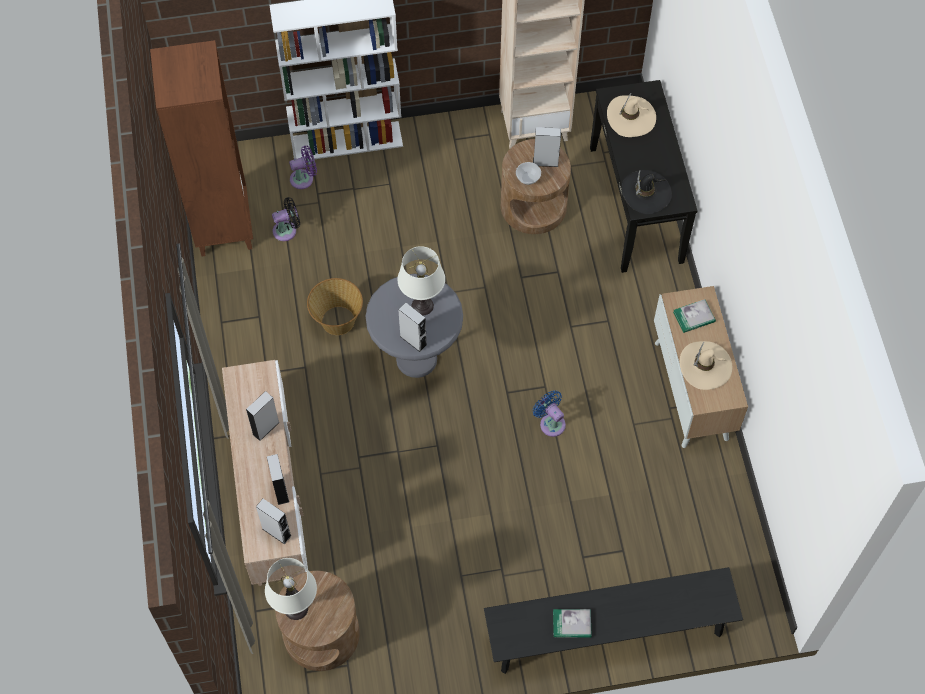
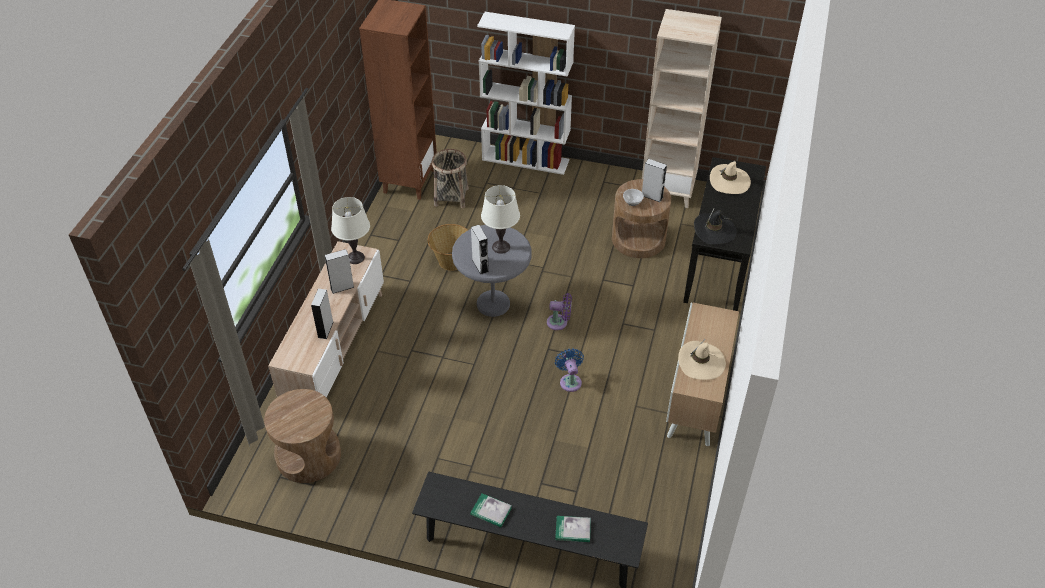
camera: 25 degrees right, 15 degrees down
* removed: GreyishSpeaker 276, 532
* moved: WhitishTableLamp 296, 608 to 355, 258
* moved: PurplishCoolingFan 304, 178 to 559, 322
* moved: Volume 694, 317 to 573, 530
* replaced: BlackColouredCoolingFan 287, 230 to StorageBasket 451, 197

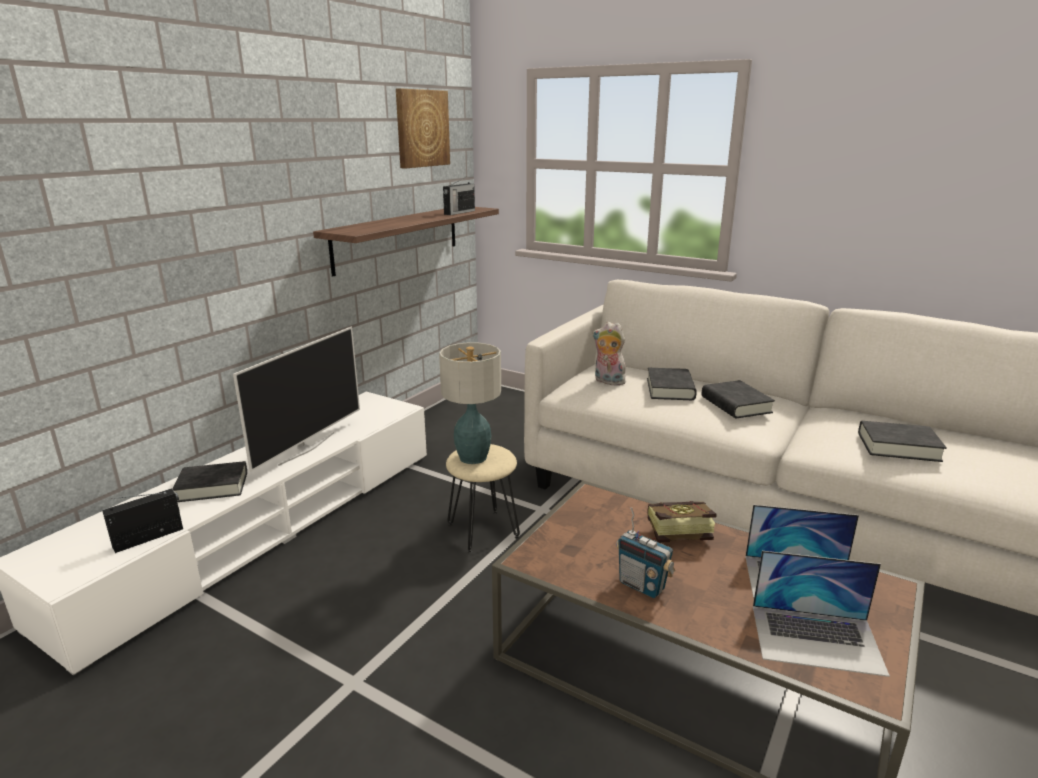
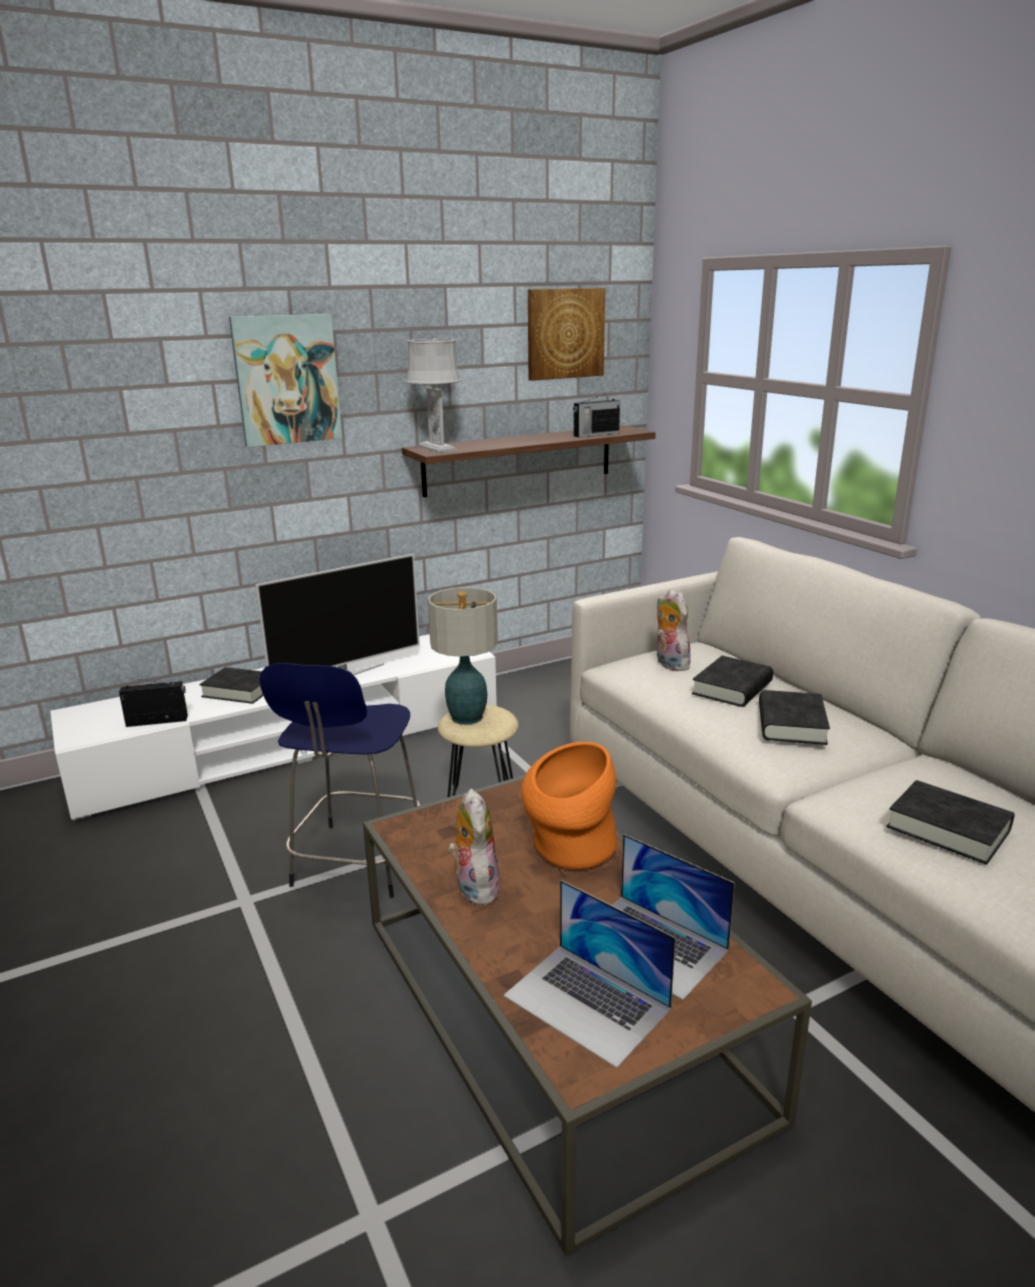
camera: 30 degrees right, 0 degrees up
* added: WallPicture 287, 379
* added: BluishStool 357, 863
* added: GreyishTableLamp 436, 448
* replaced: RadioSet 642, 585 to SoftToy 474, 887
* replaced: Volume 671, 535 to OrangeColouredDecorativeVase 568, 850

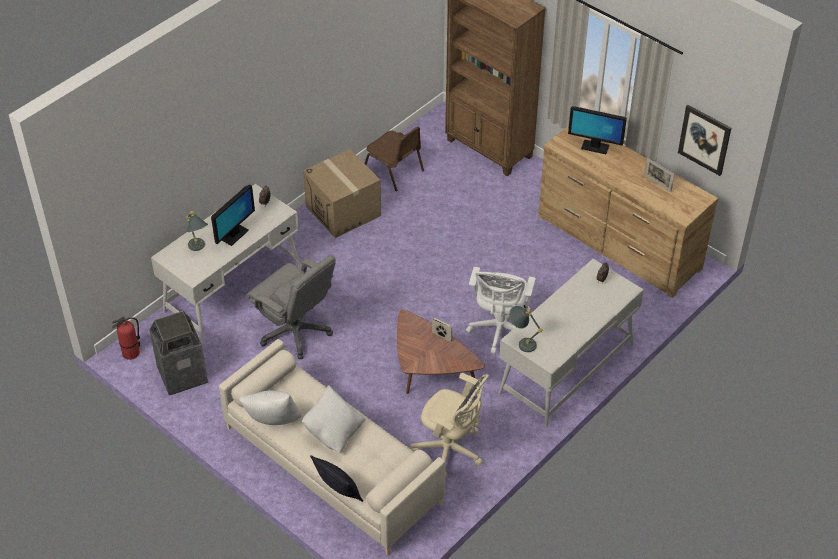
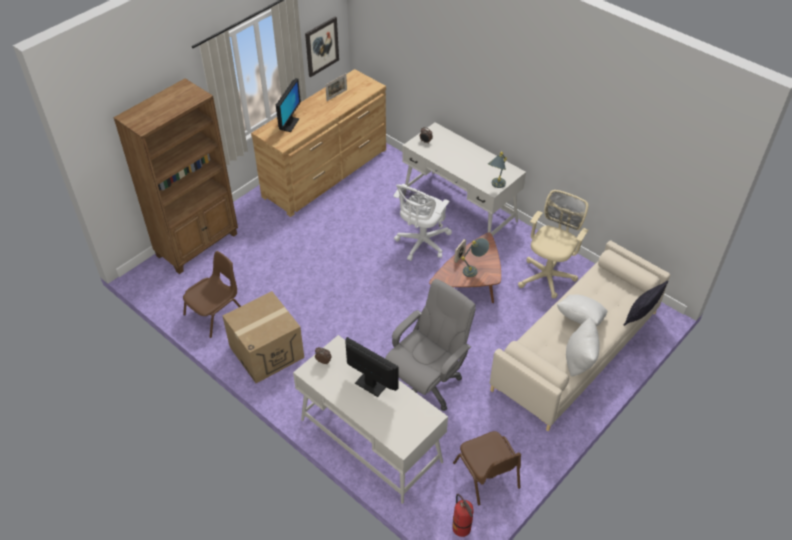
camera: 90 degrees left, 0 degrees up
* moved: GreyishTableLamp 199, 249 to 474, 269
* replaced: RubbishBin 182, 375 to BrownishPlainChair 487, 476
* turned: WhitishDeskChair 499, 330 = 421, 244 105 degrees clockwise

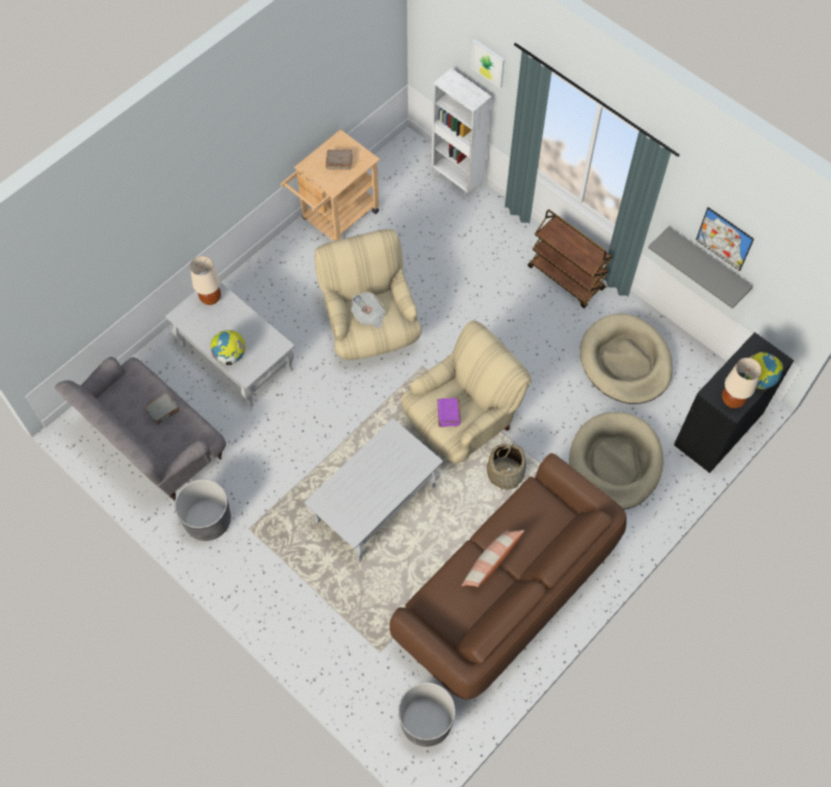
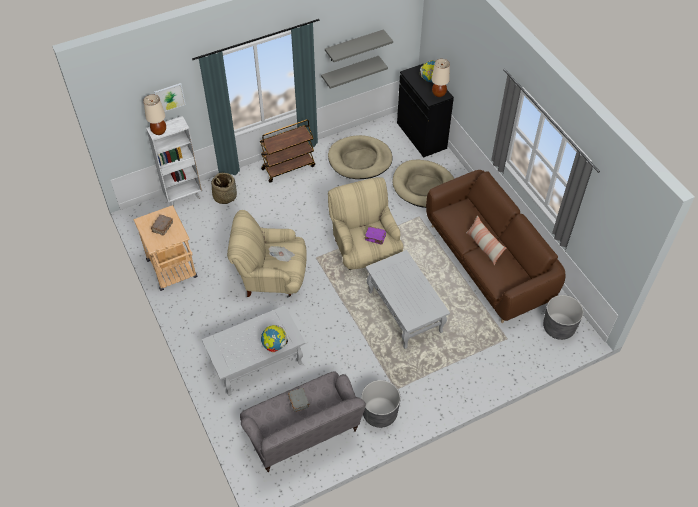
camera: 70 degrees left, 10 degrees down
* moved: BeigeColouredTableLamp 211, 298 to 159, 131
* moved: StorageBasket 505, 473 to 225, 196
* replaced: WallPicture 724, 239 to GreyishWallShelf 354, 45

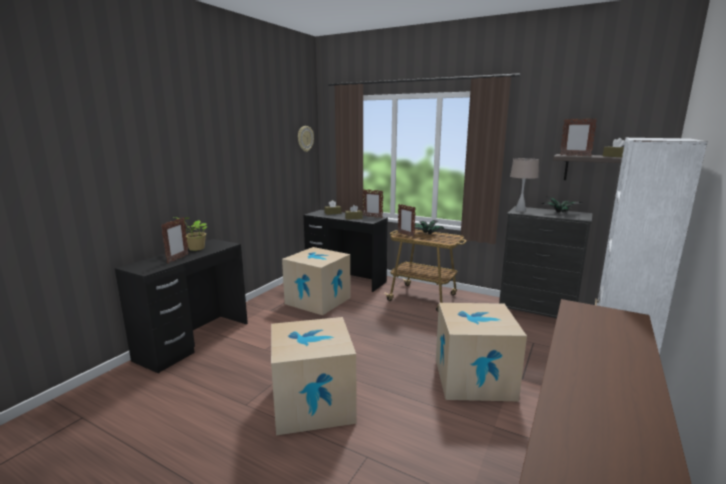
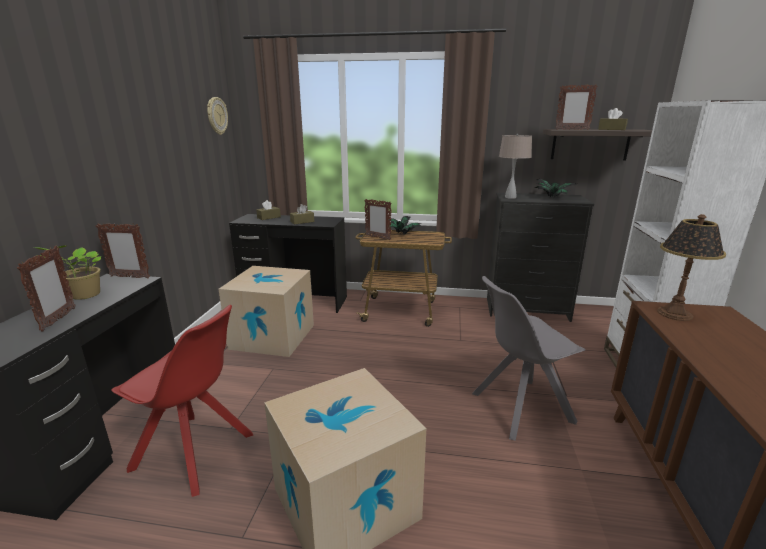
camera: 20 degrees left, 5 degrees up
* added: ReddishPlainChair 196, 453
* added: TableLamp 674, 314
* moved: StandingFrame 372, 217 to 129, 277
* replaced: PackingBox 473, 378 to GreyishPlainChair 518, 408

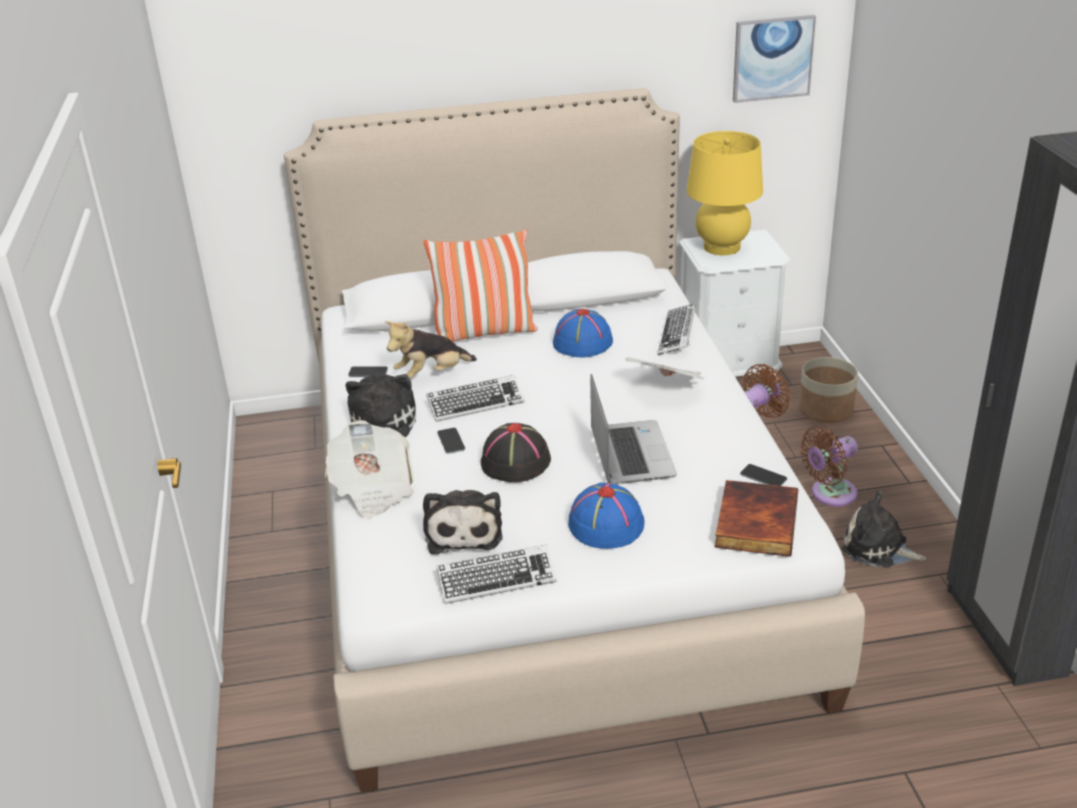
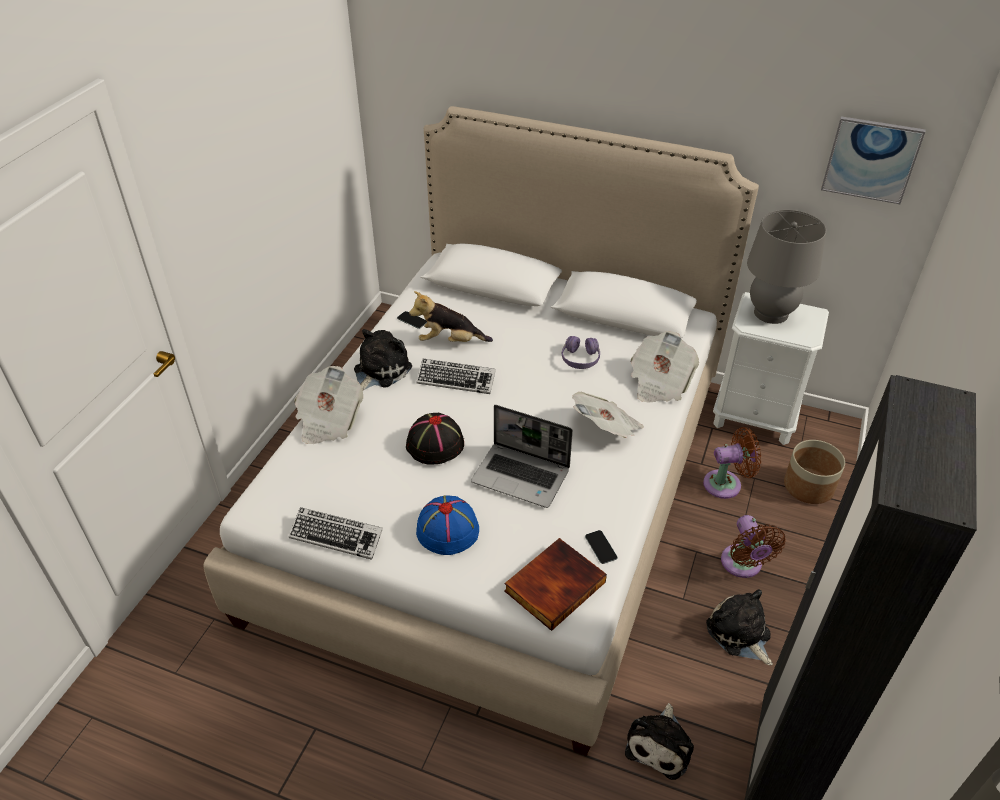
camera: 30 degrees right, 10 degrees up
* removed: ThrowPillow 484, 333
* removed: Phone 451, 441
* moved: SoftToy 463, 531 to 660, 744
* replaced: BluishWearableHat 582, 343 to PurplishPairOfHeadphones 580, 359
* replaced: Keyboard 677, 335 to PrintedPaper 659, 382
* recoloured: YellowColouredTableLamp 722, 247 to GreyishTableLamp 771, 313
* turned: Laptop 630, 454 = 522, 476 90 degrees clockwise
* turned: BrownishCoolingFan 829, 494 = 743, 565 105 degrees counterclockwise

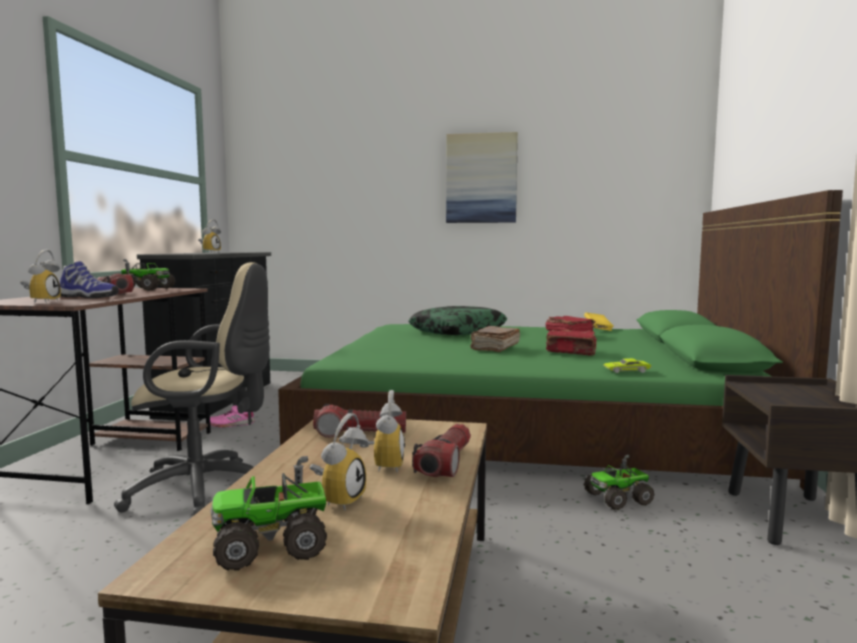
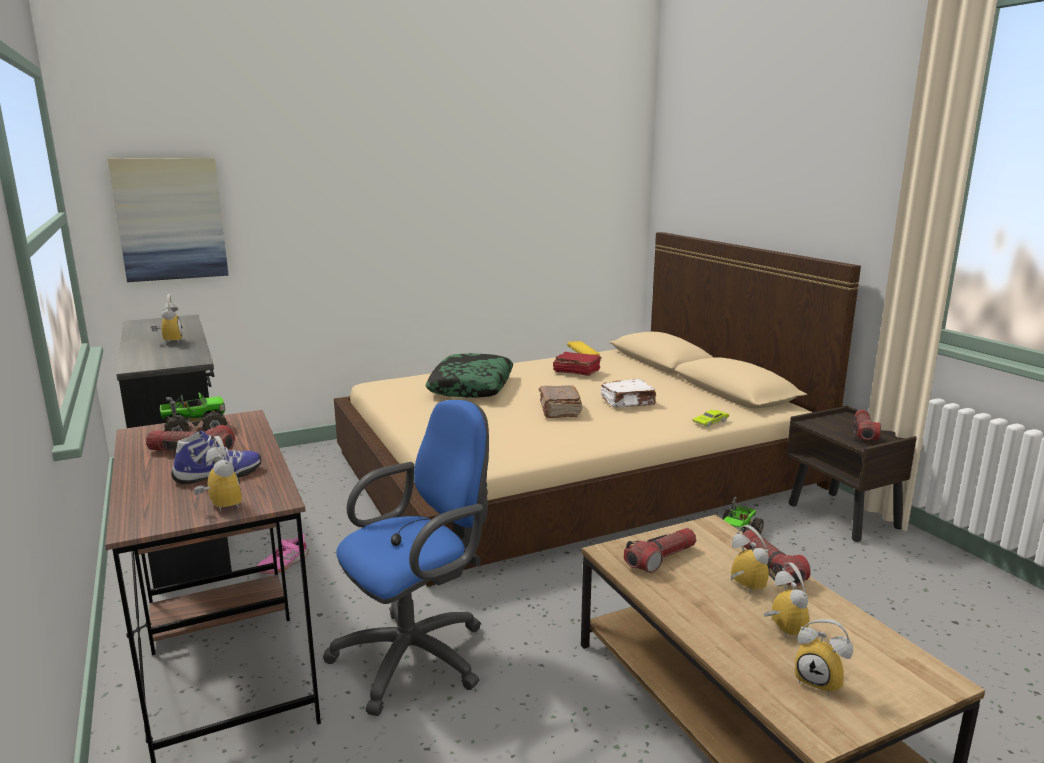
camera: 35 degrees left, 10 degrees up
* added: Torch 863, 432
* moved: WallPicture 481, 178 to 170, 219
* replaced: ToyLorry 272, 543 to TableClock 821, 681
* recoloured: BeigeColouredDeskChair 207, 491 to BluishDeskChair 418, 655
* recoloured: GreenishBed 530, 421 to BeigeColouredBed 572, 469
* recoloured: ReddishVolume 571, 352 to WhitishVolume 628, 403

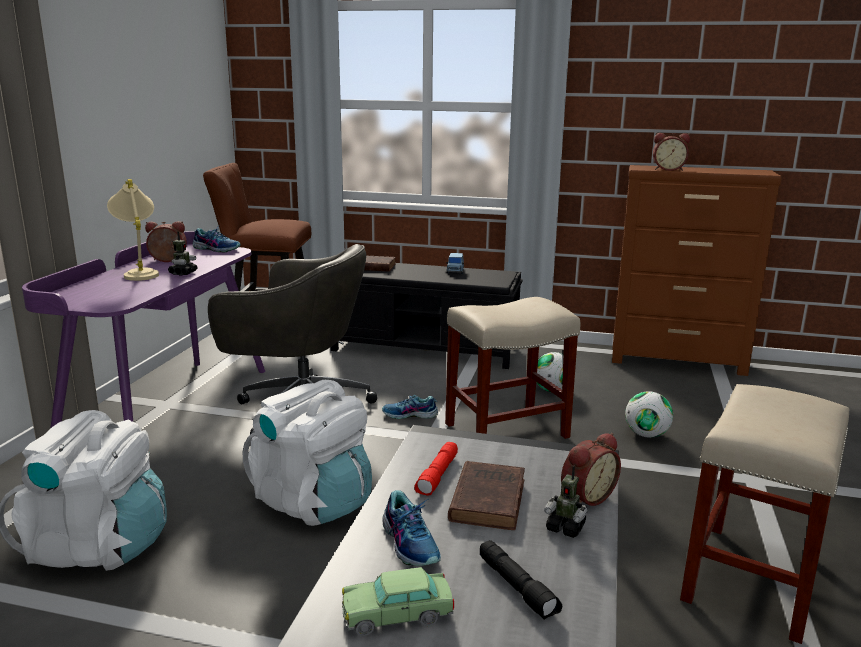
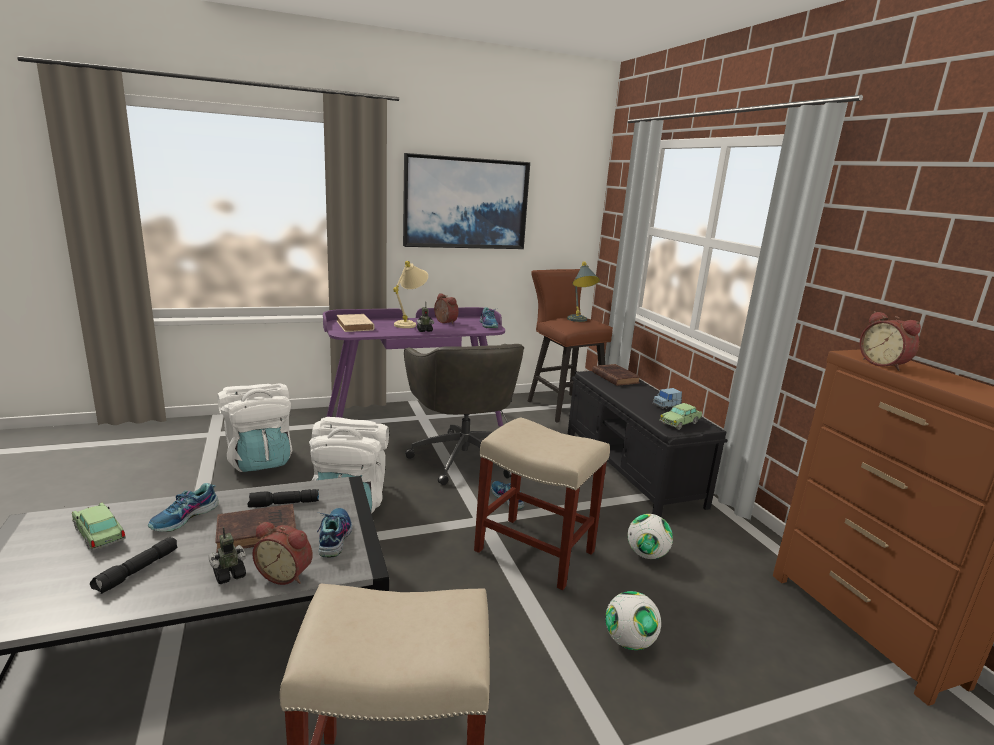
camera: 55 degrees right, 0 degrees up
* added: ItemOfFootwear 334, 537
* added: BeigeColouredVolume 355, 326
* added: WallPicture 466, 203
* added: GreyishTableLamp 579, 321
* added: ModelCar 680, 423
* recoloured: ReddishTorch 438, 476 to BlackColouredTorch 283, 504
* turned: RobotFigure 565, 527 = 229, 574 60 degrees clockwise

